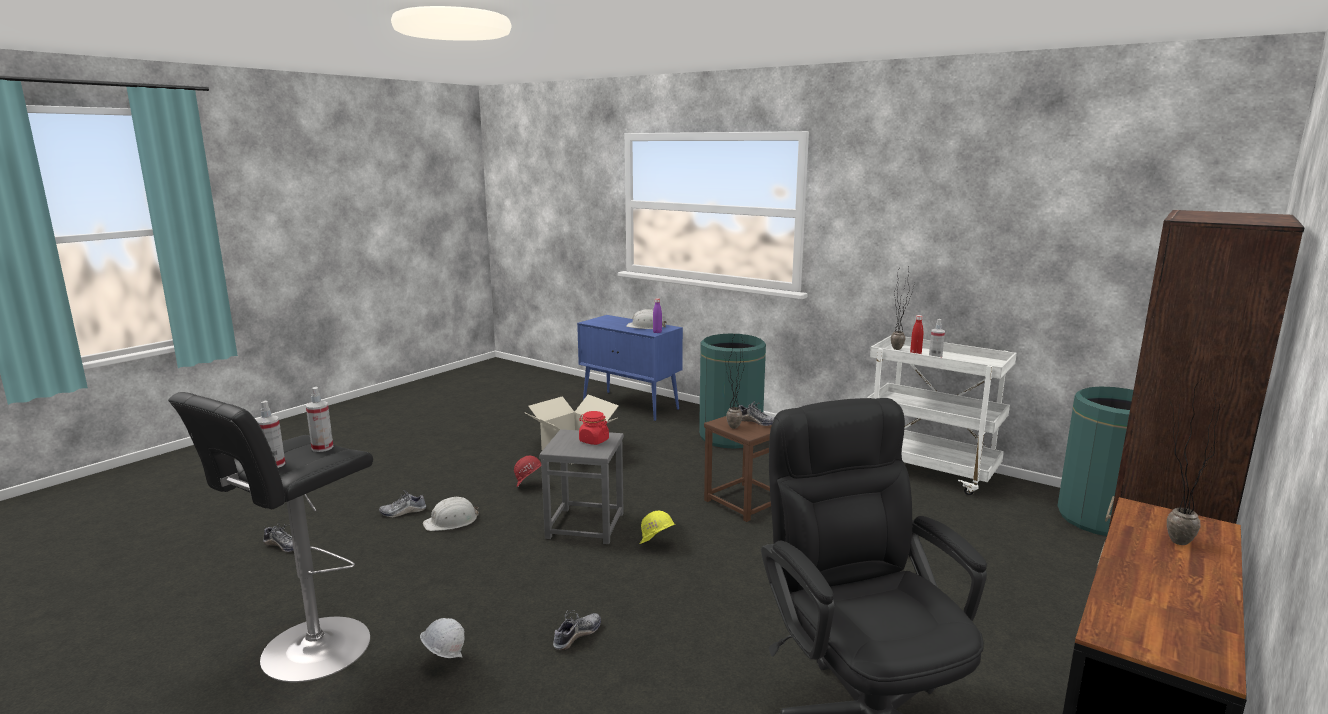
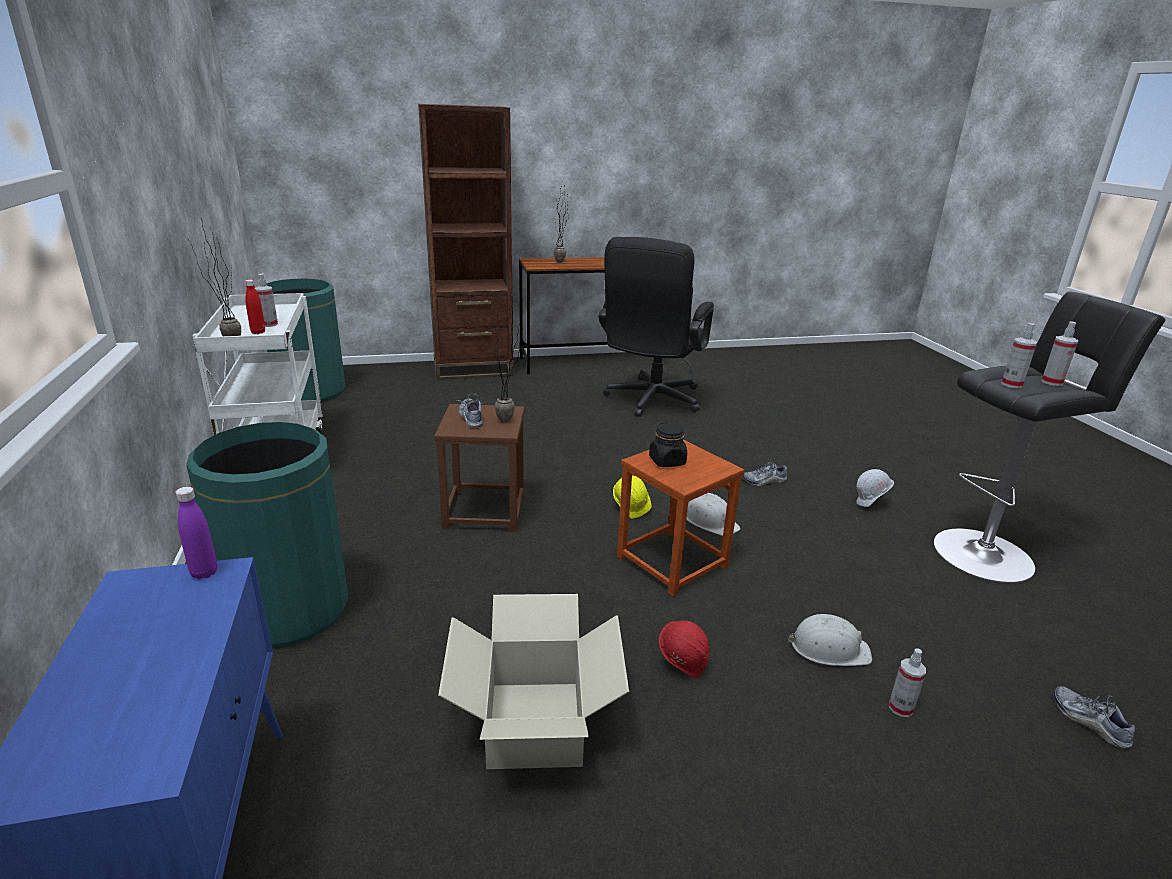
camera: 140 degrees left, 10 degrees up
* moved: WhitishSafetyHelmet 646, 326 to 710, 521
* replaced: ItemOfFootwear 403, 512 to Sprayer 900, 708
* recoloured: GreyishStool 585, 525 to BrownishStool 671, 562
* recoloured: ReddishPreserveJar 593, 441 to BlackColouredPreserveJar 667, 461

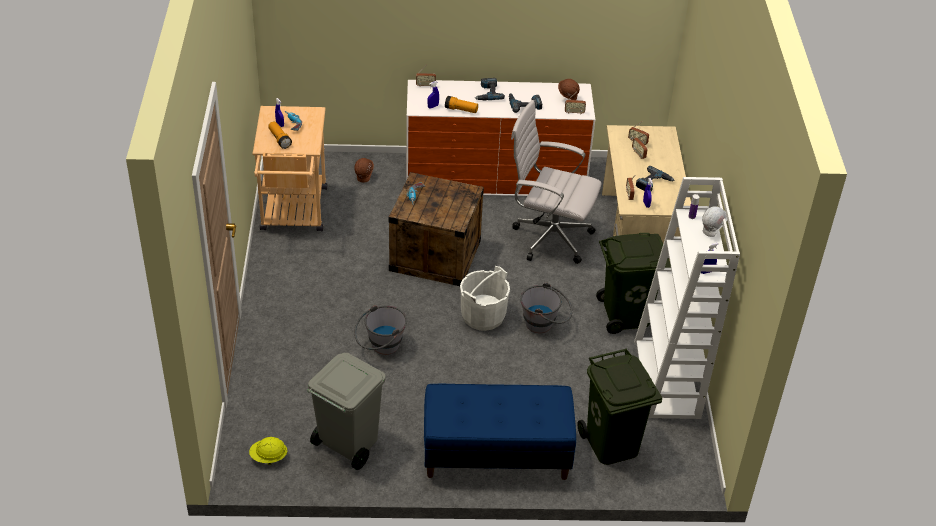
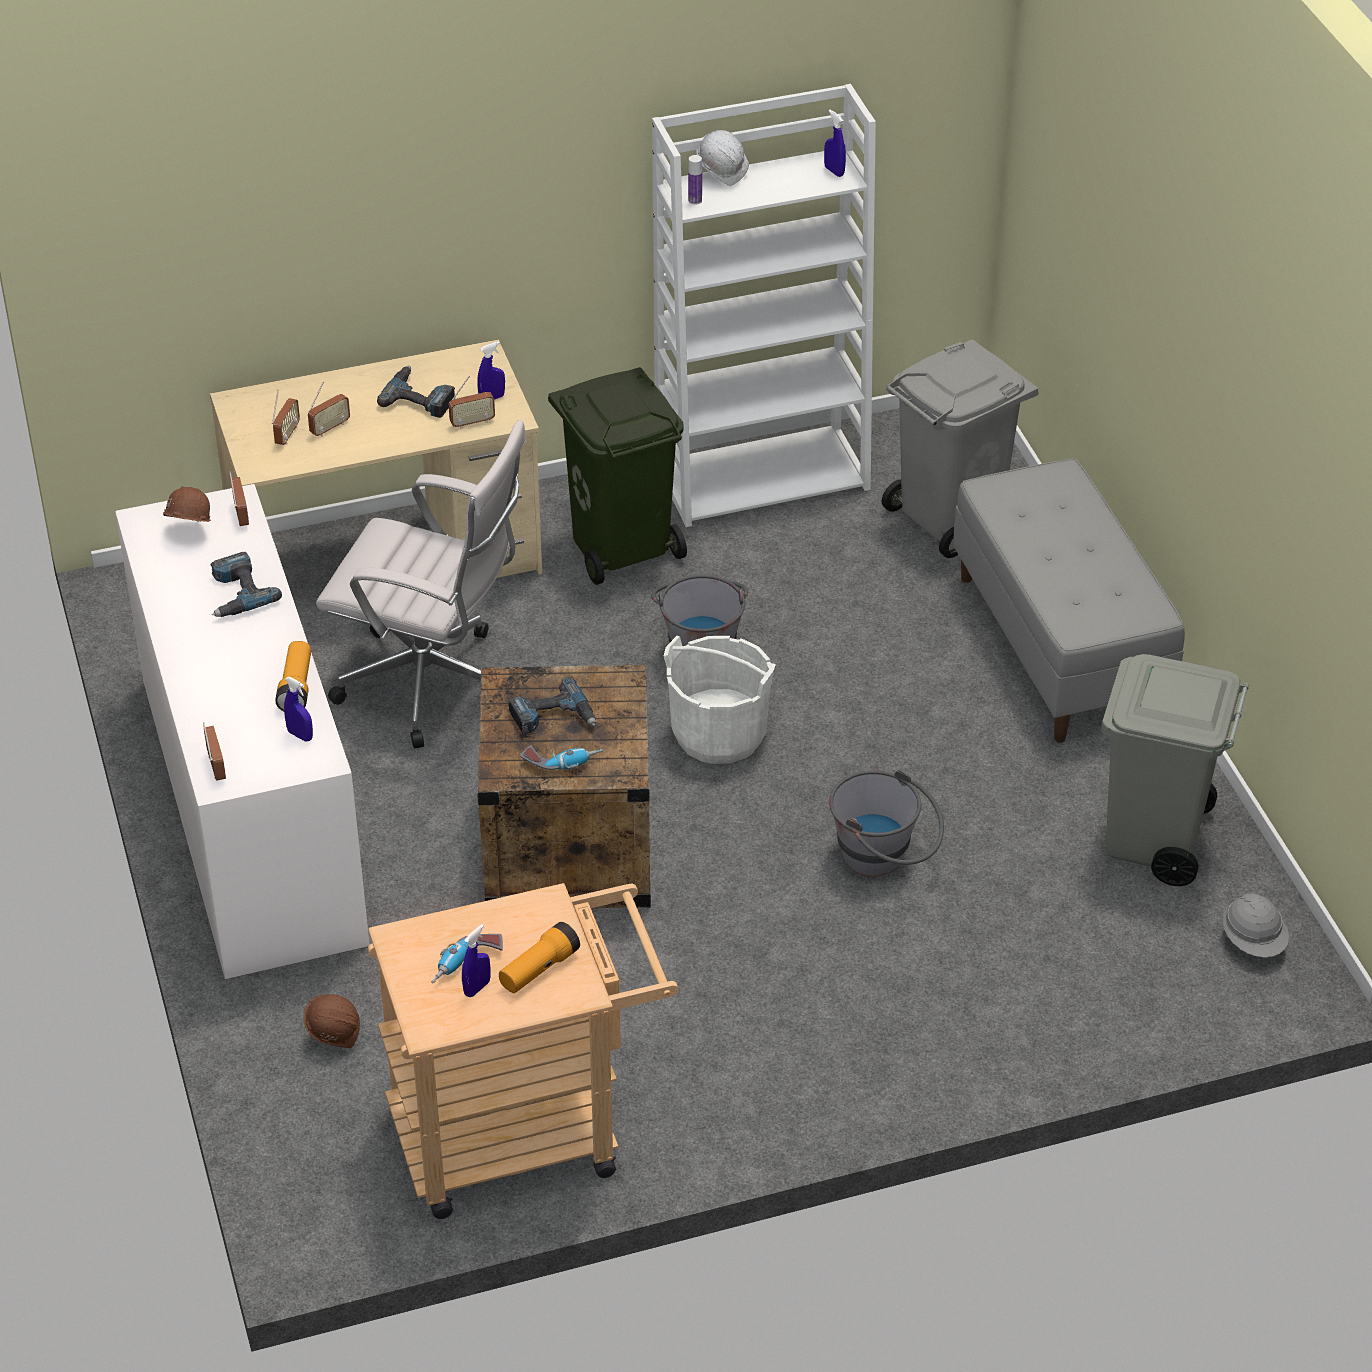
camera: 105 degrees left, 0 degrees up
* moved: PowerDrill 487, 93 to 553, 717
* recoloured: YellowColouredSafetyHelmet 268, 457 to GreyishSafetyHelmet 1253, 942
* recoloured: BluishBench 495, 455 to GreyishBench 1060, 646
* recoloured: GreenishRubbishBin 611, 444 to GreyishRubbishBin 952, 518
* turned: WhitishDeskChair 548, 237 = 434, 686 75 degrees counterclockwise

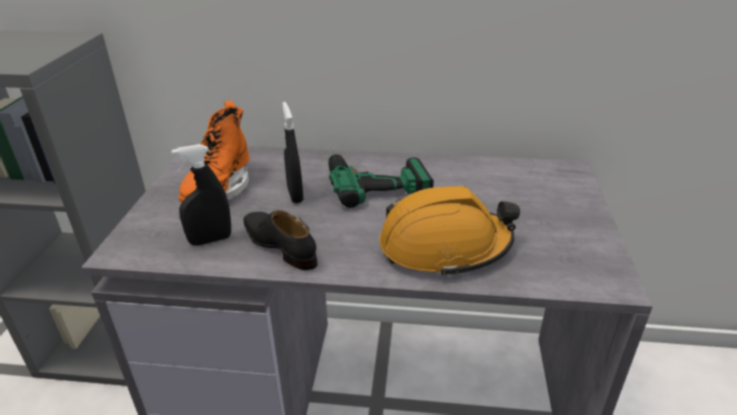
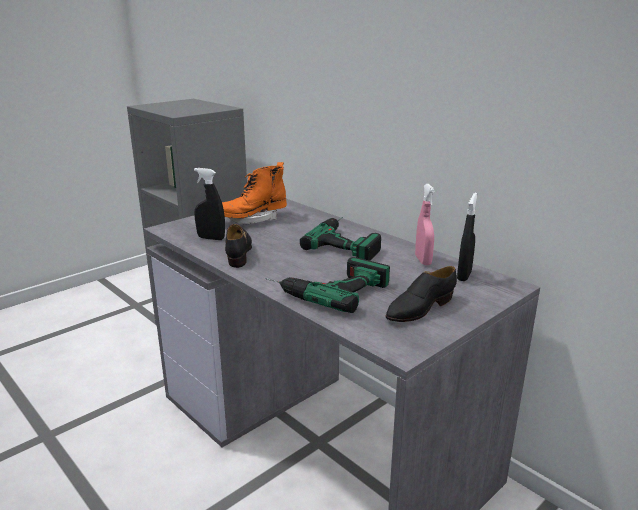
camera: 40 degrees right, 10 degrees down
* added: BlackColouredItemOfFootwear 419, 308
* added: PinkishSprayer 423, 260
* moved: BlackColouredSprayer 295, 195 to 464, 275
* replaced: OrangeColouredSafetyHelmet 444, 247 to PowerDrill 326, 288

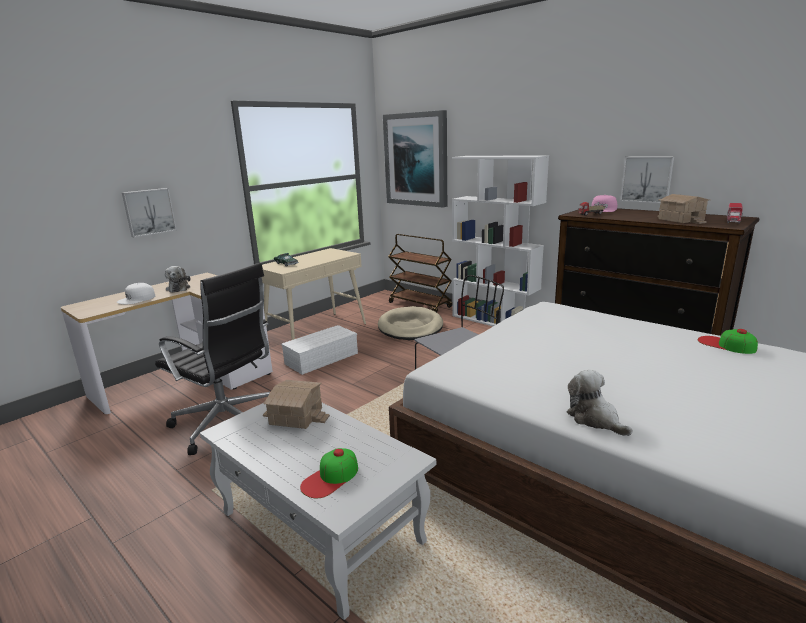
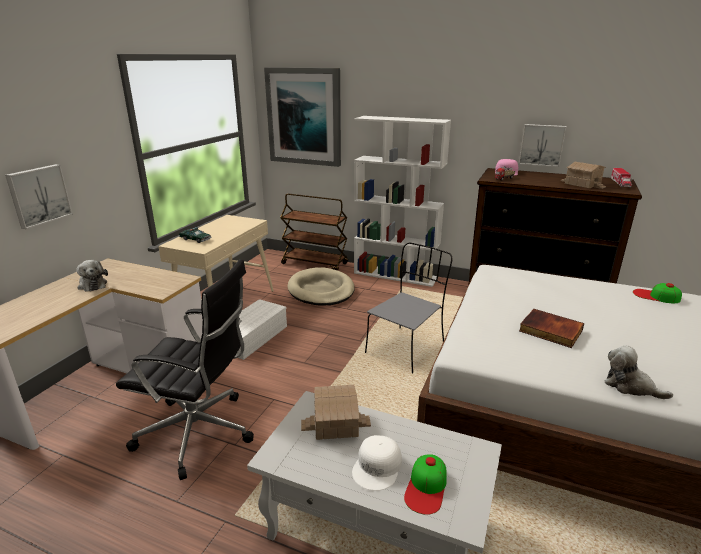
camera: 20 degrees left, 5 degrees up
* added: Volume 549, 331
* moved: WhitishPeakedCap 137, 299 to 378, 467

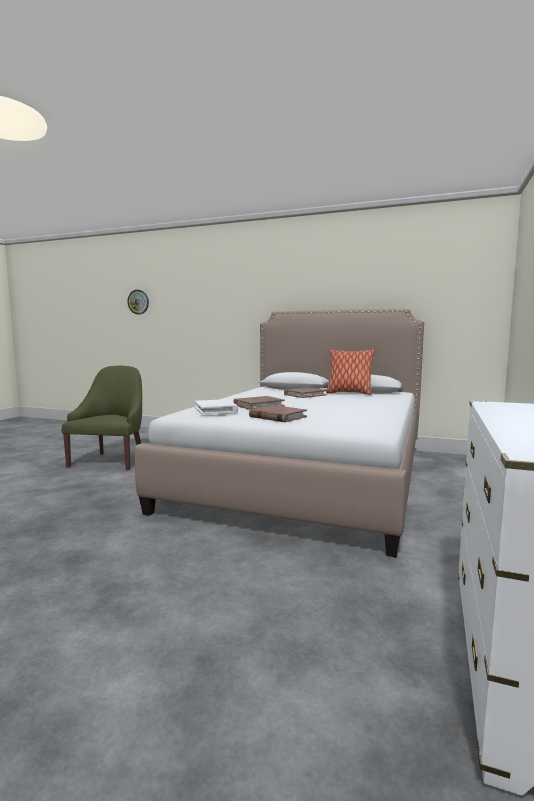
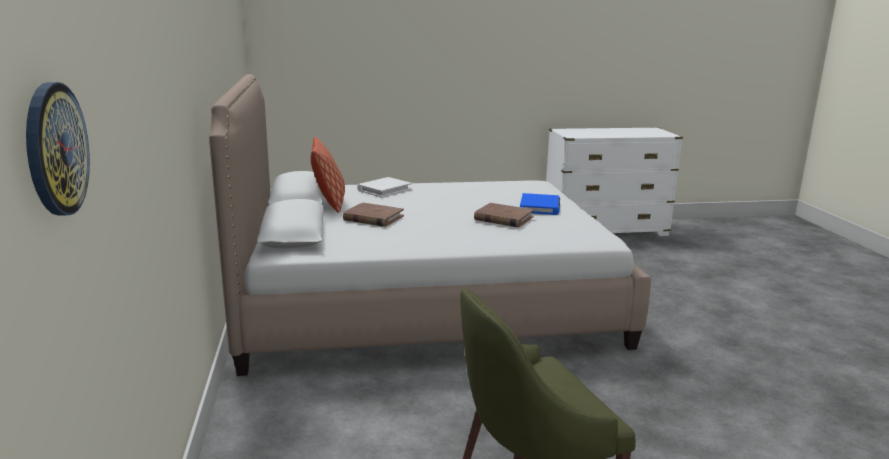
camera: 120 degrees left, 10 degrees up
* moved: WhitishVolume 215, 409 to 384, 190
* recoloured: BrownishVolume 277, 416 to BluishVolume 540, 207

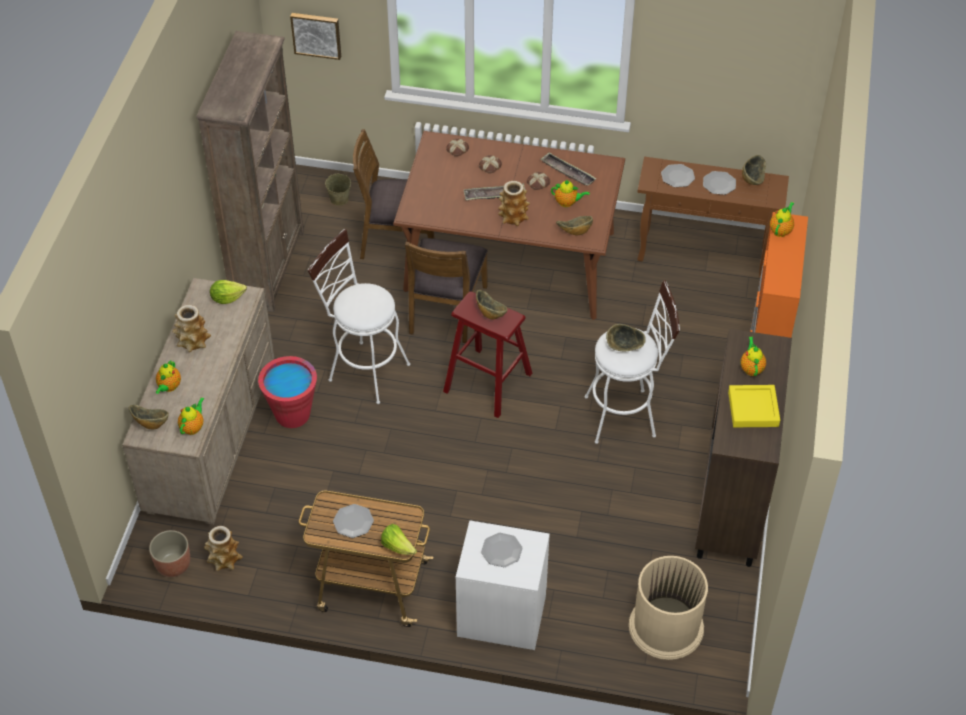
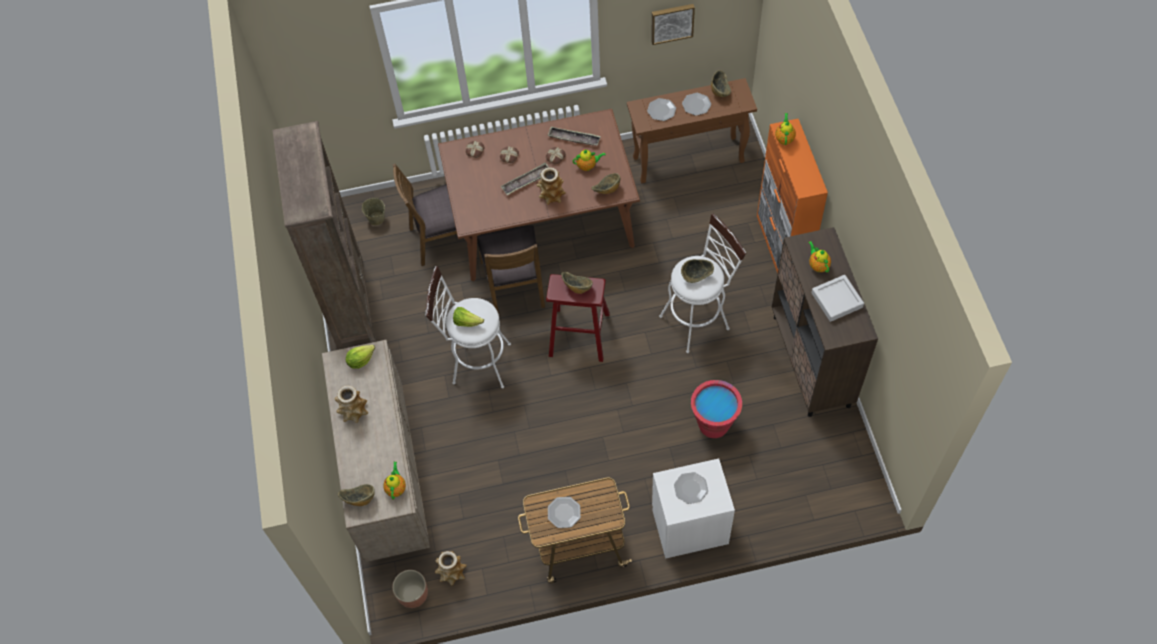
camera: 20 degrees left, 10 degrees up
* removed: Teapot 169, 387
* removed: BeigeColouredRubbishBin 666, 627
* moved: ReddishPail 292, 414 to 713, 424
* moved: WallPicture 316, 34 to 672, 22
* moved: Lettuce 398, 547 to 467, 322
* recoloured: YellowColouredTray 753, 409 to GreyishTray 836, 300

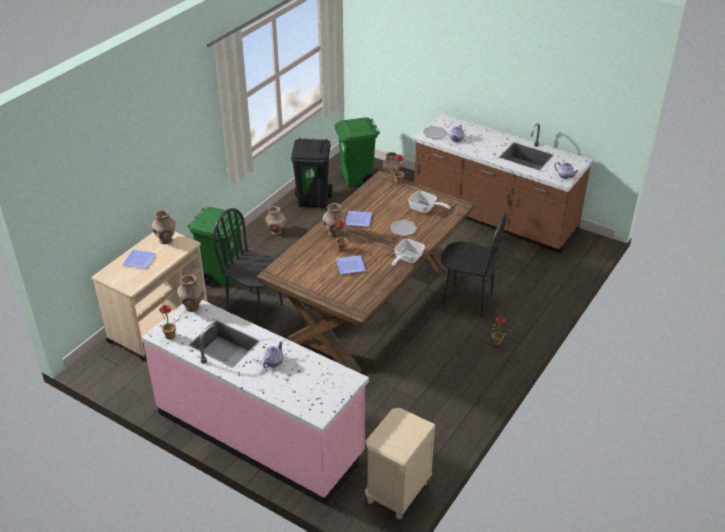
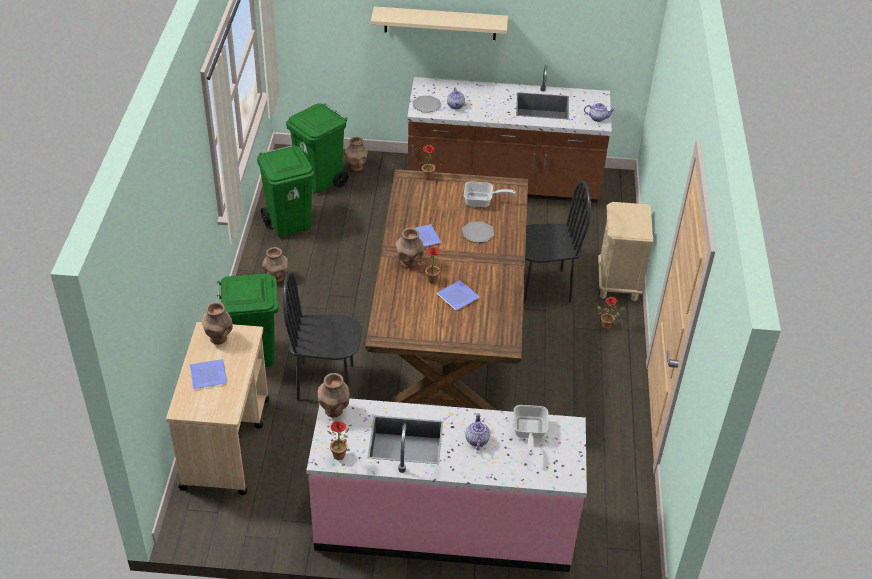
camera: 30 degrees left, 5 degrees up
* added: BeigeColouredWallShelf 440, 23
* moved: BeigeColouredNightstand 397, 493 to 618, 283
* moved: Skillet 406, 259 to 528, 433
* recoloured: BlackColouredRubbishBin 313, 200 to GreenishRubbishBin 289, 224

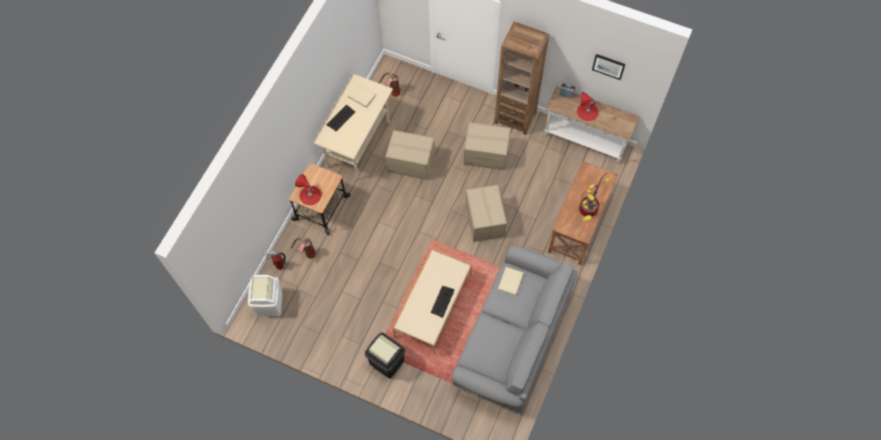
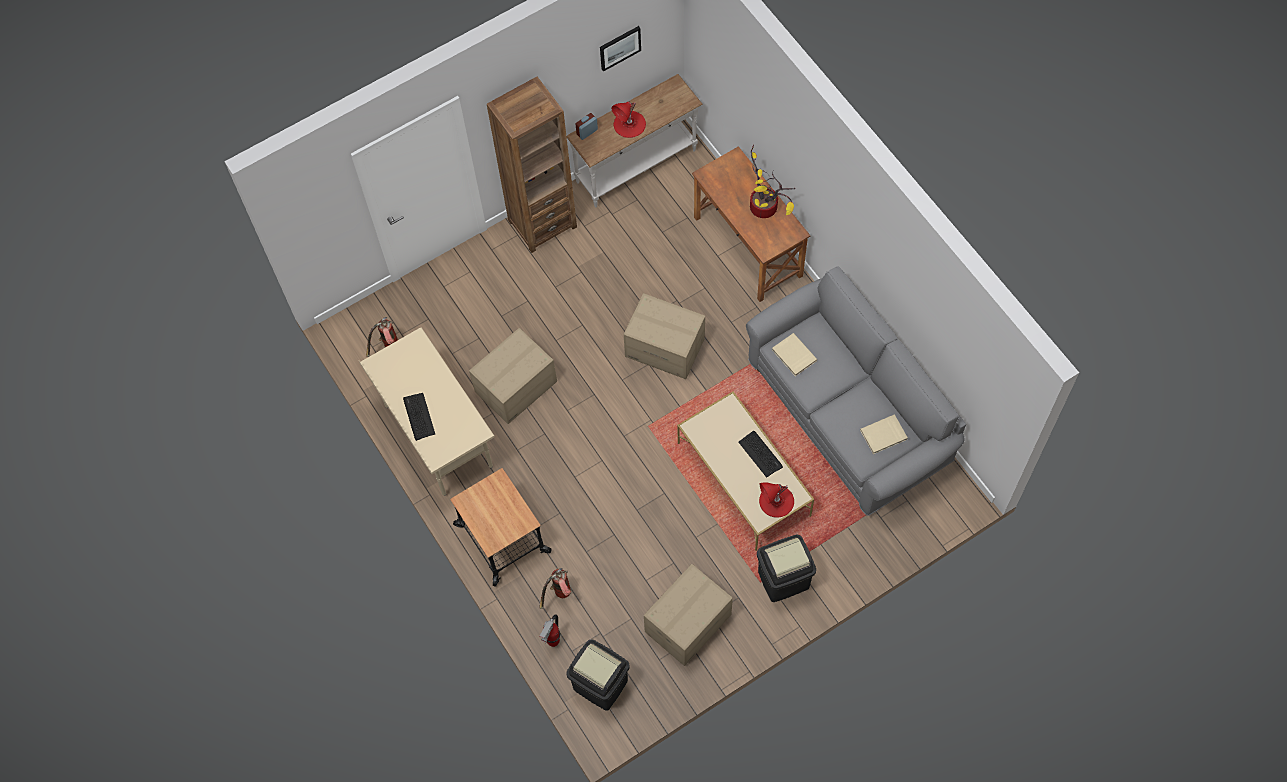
camera: 55 degrees left, 0 degrees up
* moved: ReddishTableLamp 310, 195 to 776, 501
* moved: BeigeColouredVolume 361, 96 to 884, 435
* moved: PackingBox 486, 153 to 687, 622
* recoloured: WhitishRubbishBin 269, 303 to BlackColouredRubbishBin 600, 685

